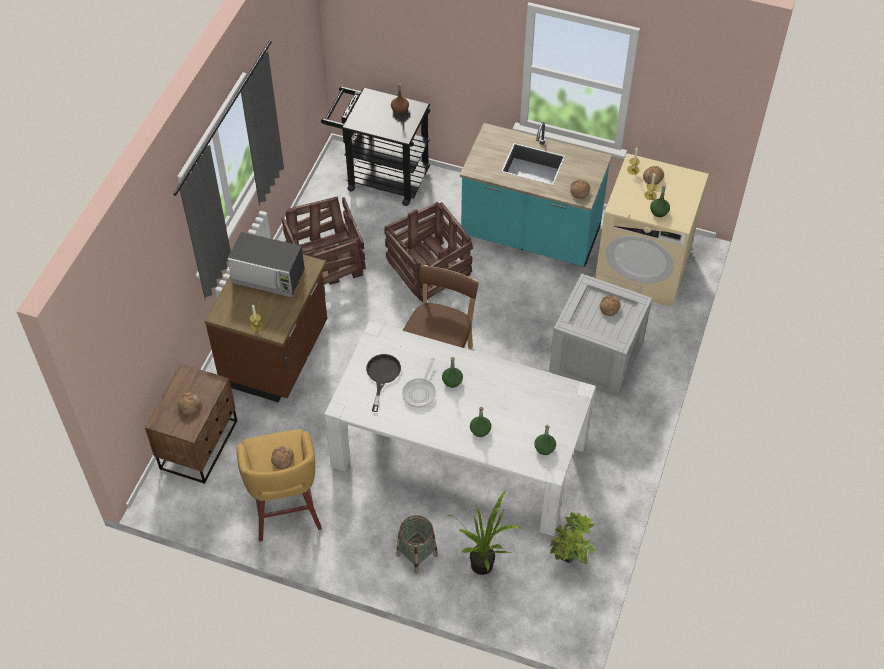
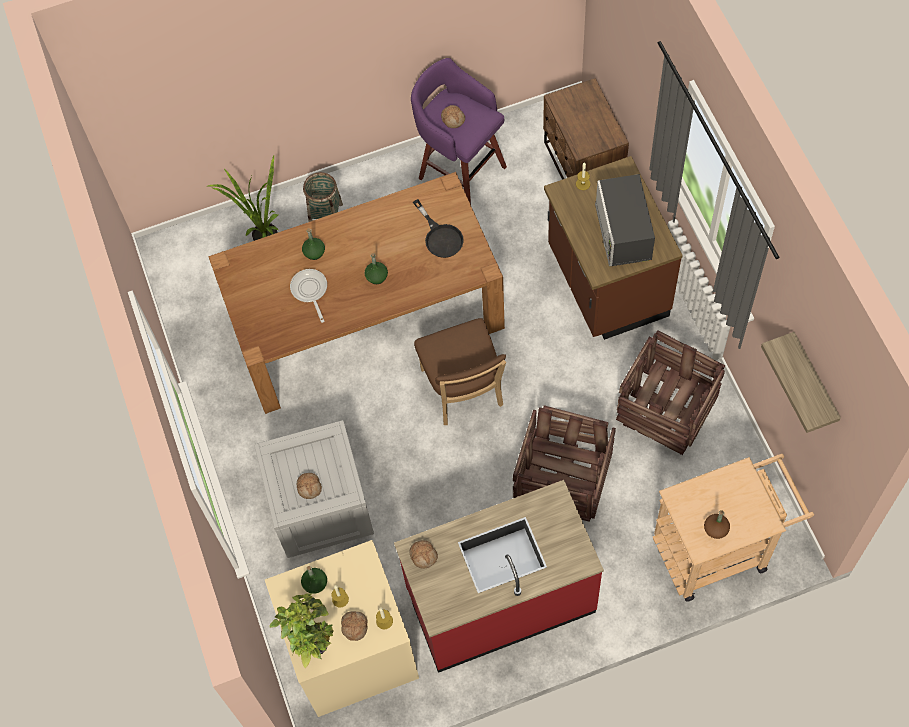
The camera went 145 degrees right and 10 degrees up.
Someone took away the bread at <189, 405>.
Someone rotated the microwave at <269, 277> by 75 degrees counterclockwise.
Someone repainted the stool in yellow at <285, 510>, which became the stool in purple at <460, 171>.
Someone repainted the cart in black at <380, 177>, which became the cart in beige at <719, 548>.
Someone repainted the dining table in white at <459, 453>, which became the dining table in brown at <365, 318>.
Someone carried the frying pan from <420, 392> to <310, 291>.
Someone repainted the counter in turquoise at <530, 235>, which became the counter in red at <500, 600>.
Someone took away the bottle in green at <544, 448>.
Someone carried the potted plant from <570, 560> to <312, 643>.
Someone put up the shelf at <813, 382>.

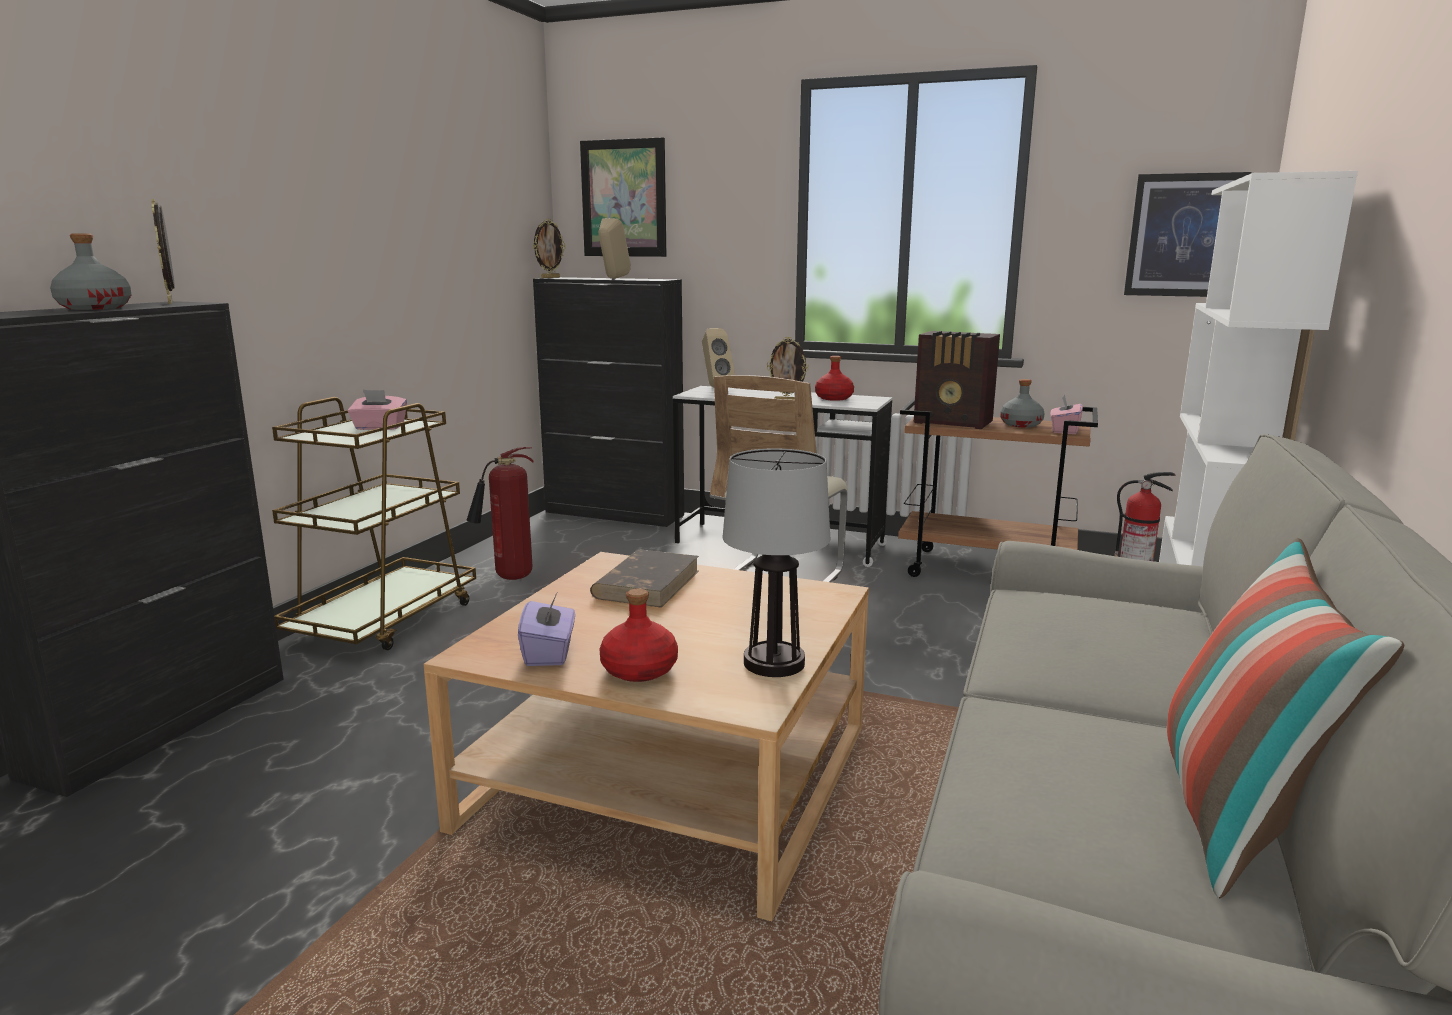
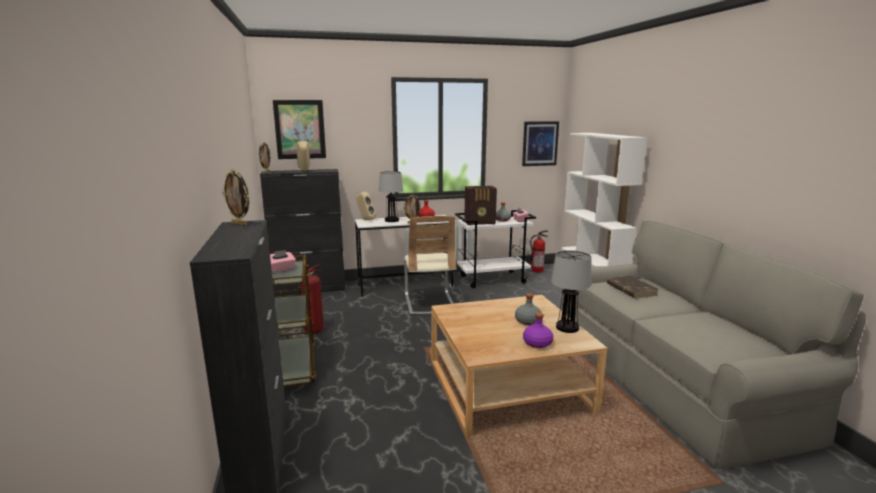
The camera went 35 degrees left and 0 degrees up.
Someone carried the bottle in grey from <94, 308> to <527, 321>.
Someone took away the tissue box in purple at <549, 653>.
Someone carried the book in brown from <647, 583> to <631, 289>.
Someone repainted the bottle in red at <639, 669>, which became the bottle in purple at <537, 343>.
Someone repainted the cart in brown at <987, 571>, which became the cart in white at <493, 279>.
Someone took away the pillow at <1239, 817>.
Someone put down the table lamp at <391, 220>.

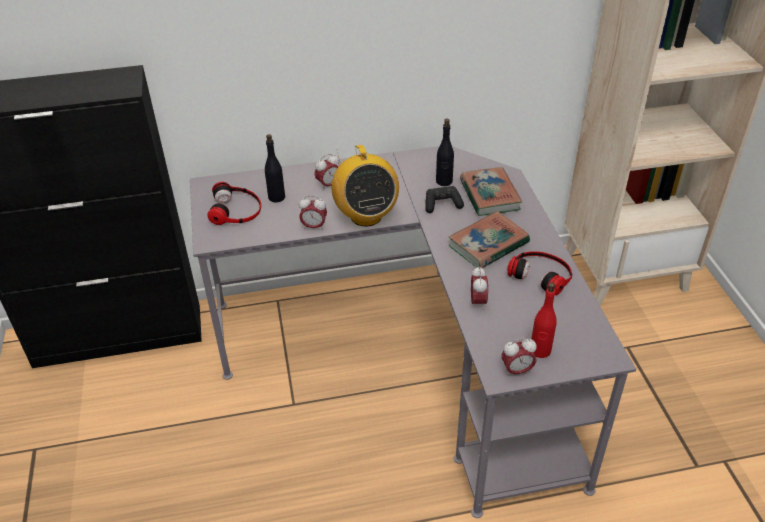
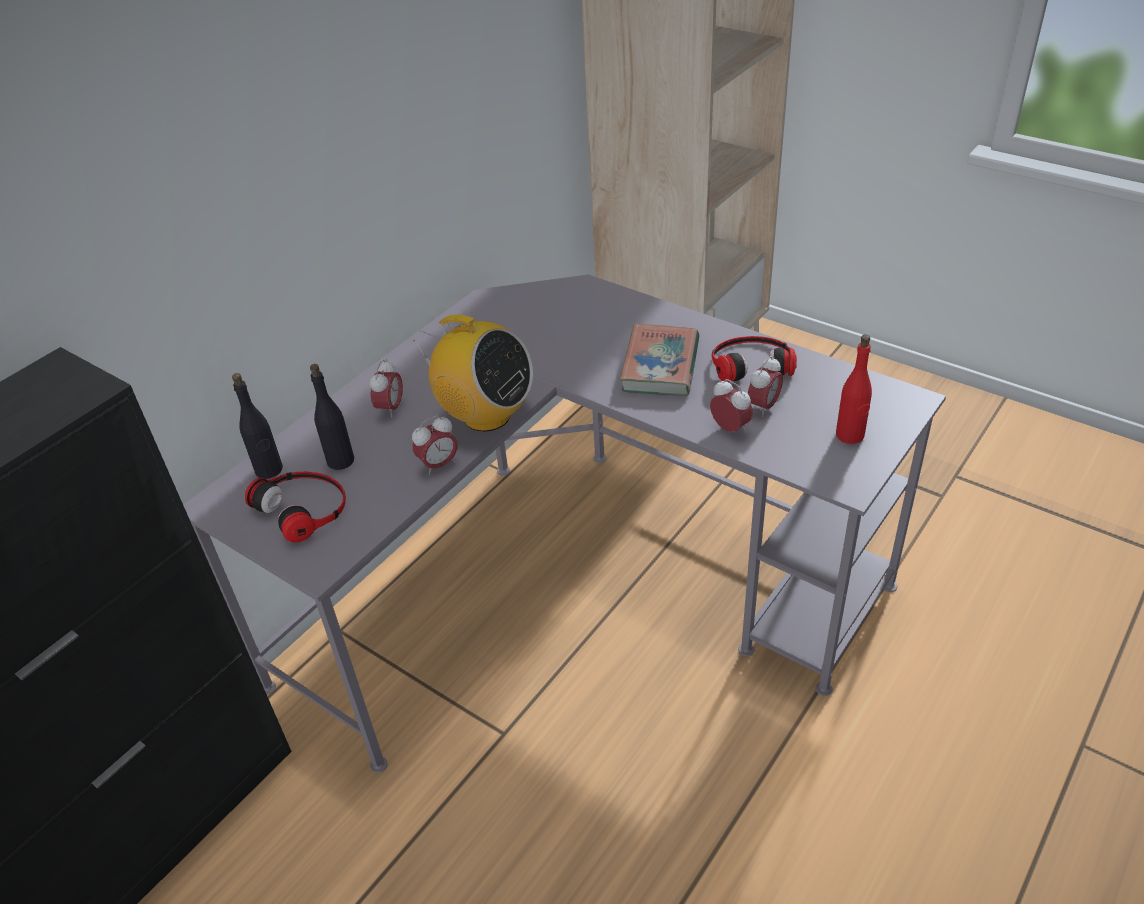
The camera went 40 degrees left and 0 degrees up.
Someone took away the game controller in black at <442, 205>.
Someone carried the bottle in black from <444, 181> to <269, 470>.
Someone took away the book at <489, 195>.
Someone carried the alarm clock from <517, 371> to <763, 407>.

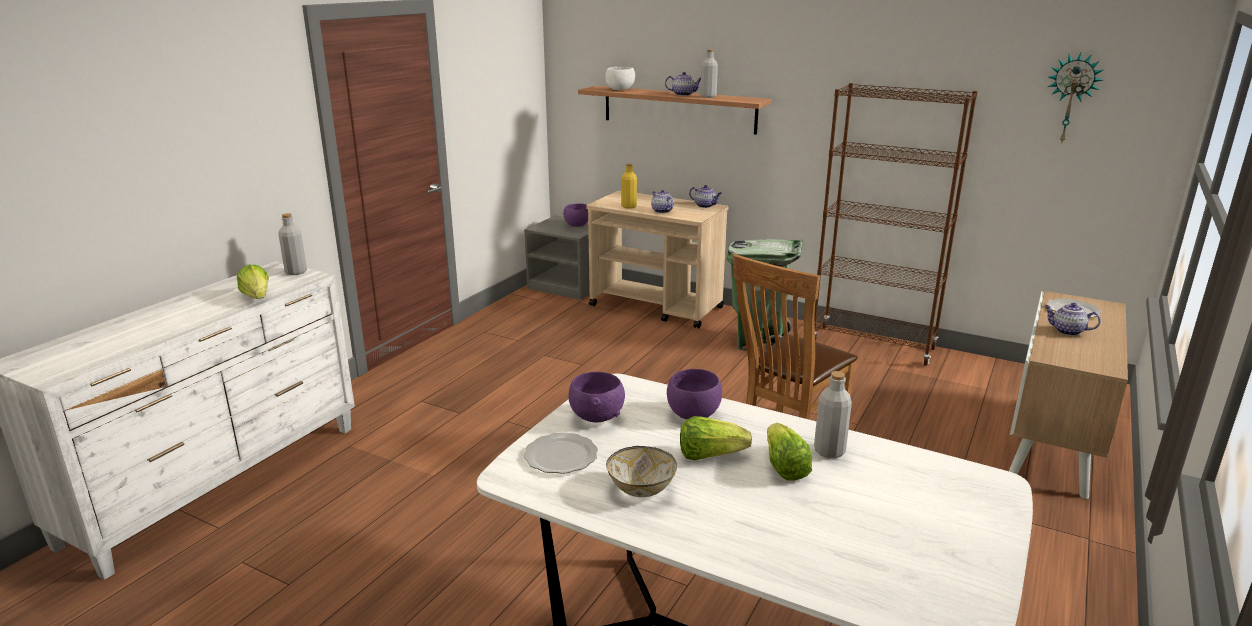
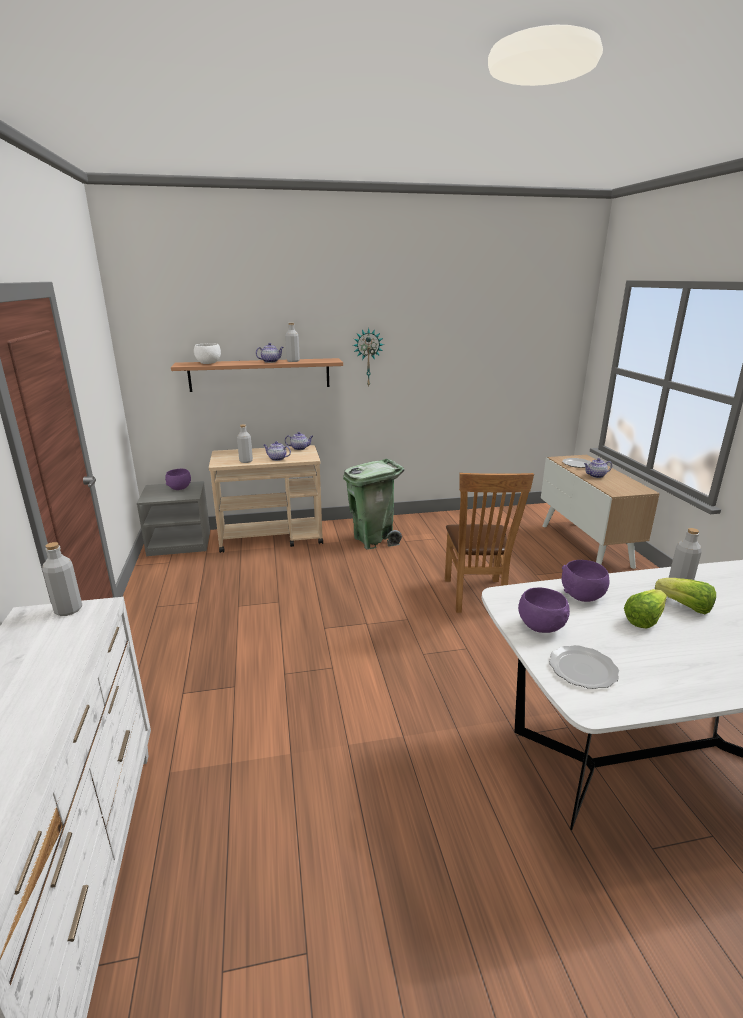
The camera went 40 degrees left and 0 degrees up.
Someone took away the lettuce at <257, 297>.
Someone took away the bowl at <641, 488>.
Someone repainted the bottle in yellow at <629, 206>, which became the bottle in grey at <246, 461>.
Someone took away the bookcase in brown at <873, 345>.
Someone carried the wall clock from <1071, 98> to <368, 357>.

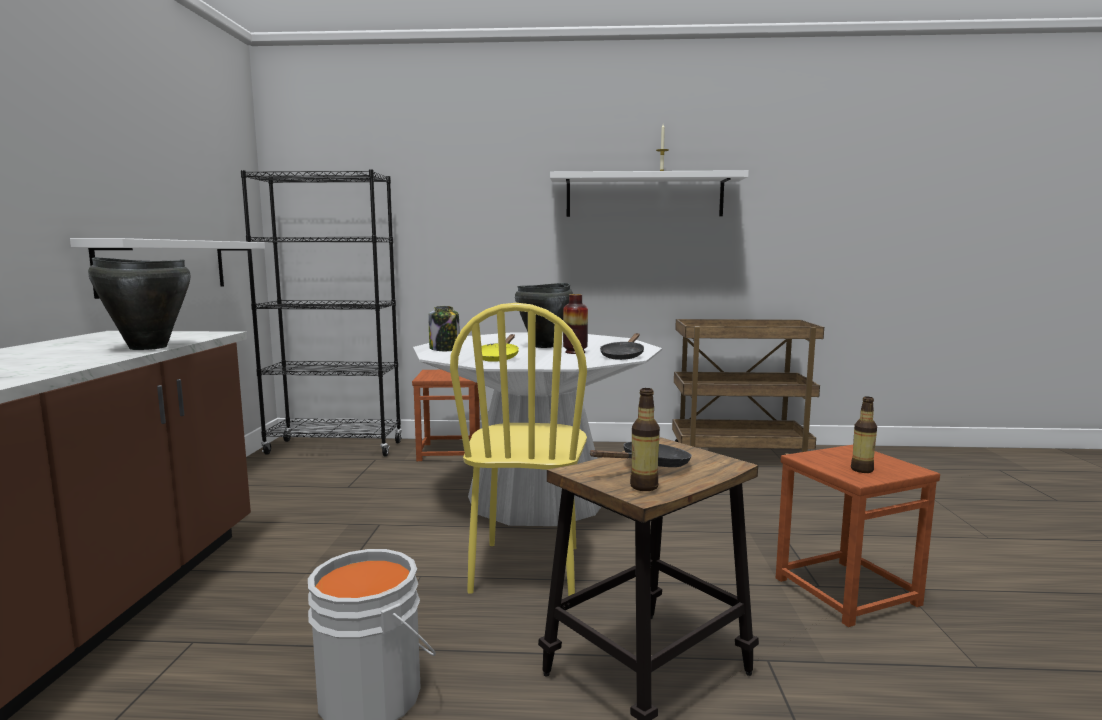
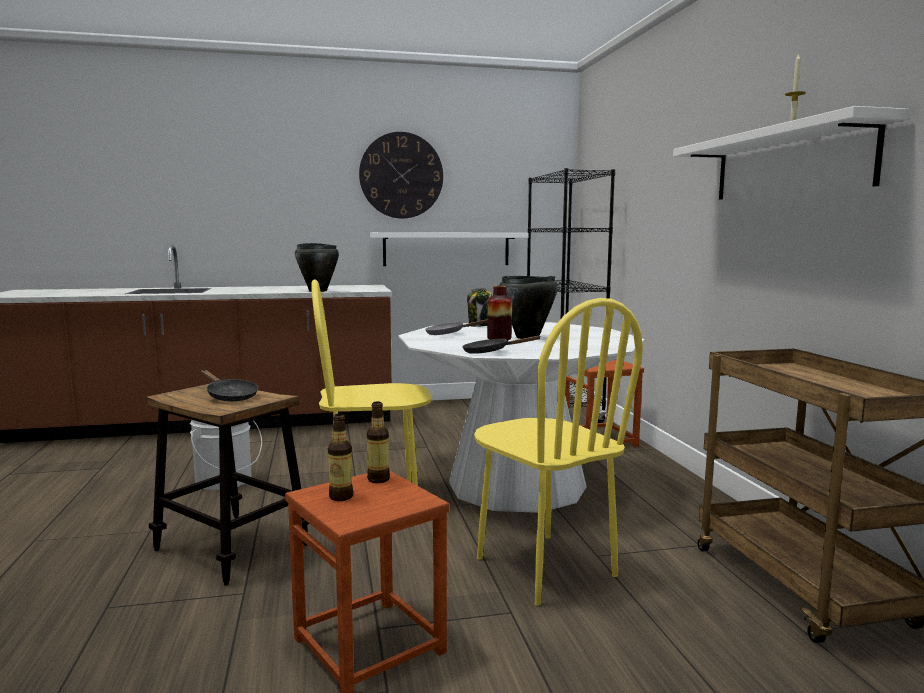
The camera went 75 degrees right and 0 degrees up.
Someone repainted the frying pan in yellow at <498, 358>, which became the frying pan in grey at <449, 334>.
Someone carried the bottle from <644, 486> to <378, 479>.
Someone put up the wall clock at <401, 175>.
Someone put down the chair in yellow at <544, 567>.

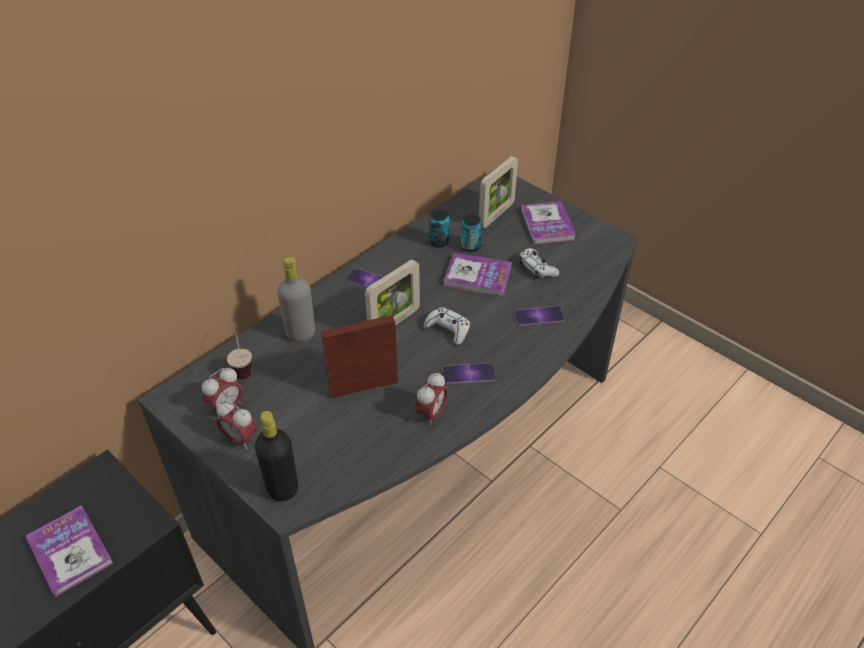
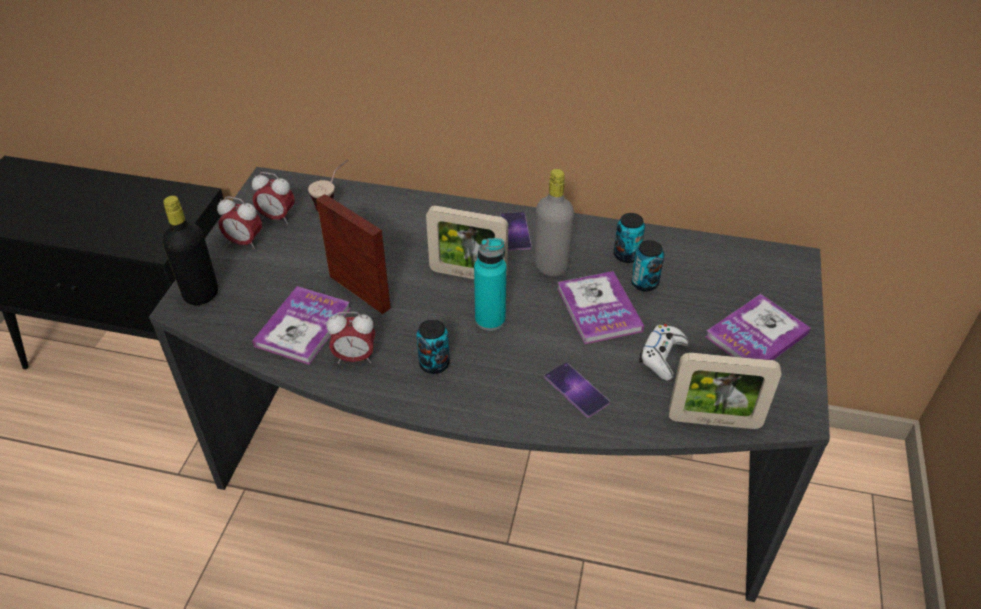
The camera went 60 degrees right and 0 degrees up.
Someone carried the book from <70, 551> to <303, 326>.
Someone rotated the alarm clock at <240, 439> by 75 degrees counterclockwise.
Someone carried the bottle in grey from <300, 333> to <551, 266>.
Someone swapped the game controller in white at <448, 329> for the bottle in turquoise at <490, 320>.
Someone swapped the phone at <468, 373> for the can at <434, 364>.
Someone carried the picture frame from <496, 215> to <714, 421>.

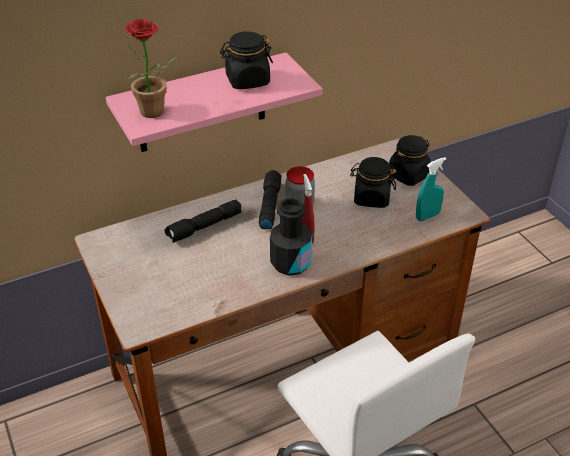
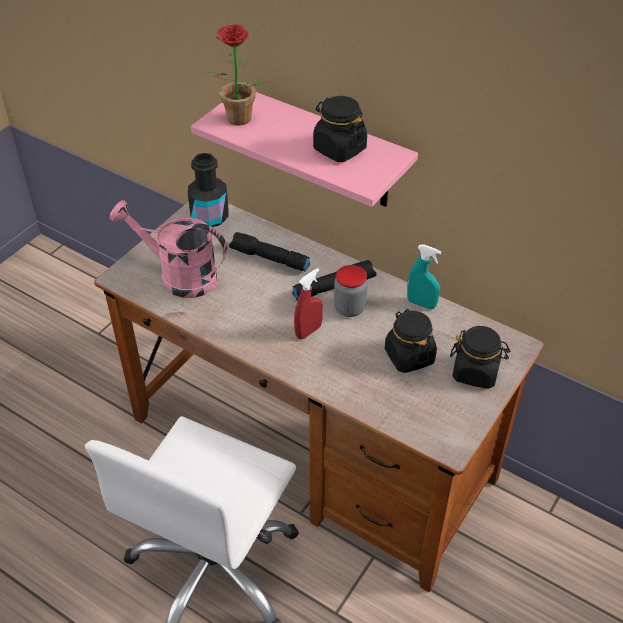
The camera went 60 degrees right and 5 degrees up.
Someone carried the bottle in black from <290, 263> to <210, 217>.
Someone carried the spray bottle in turquoise from <427, 216> to <421, 303>.
Someone put down the watering can in pink at <179, 276>.

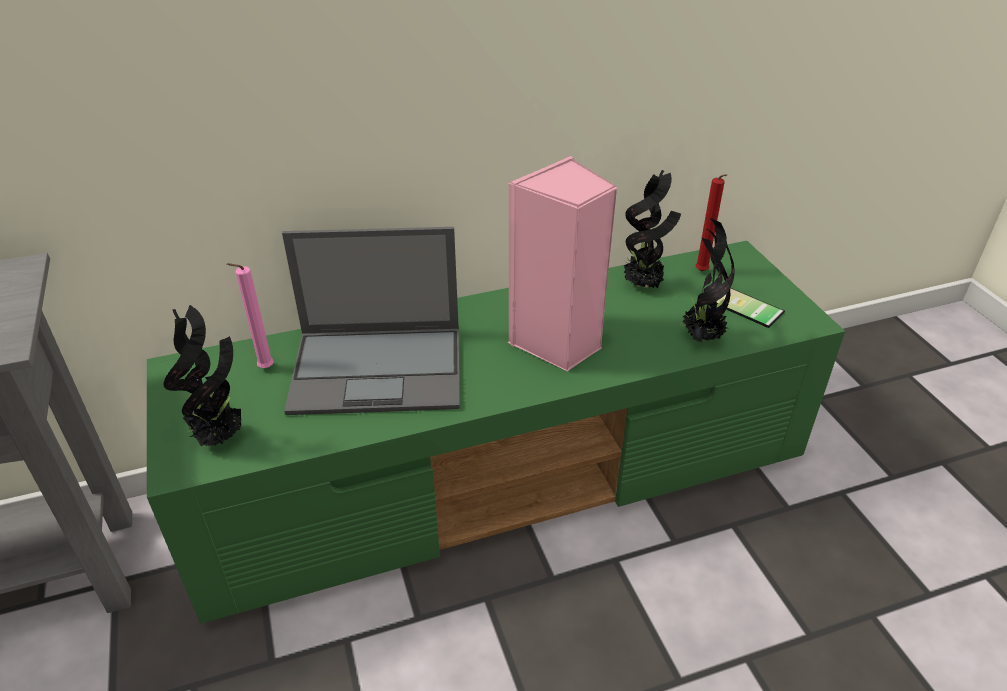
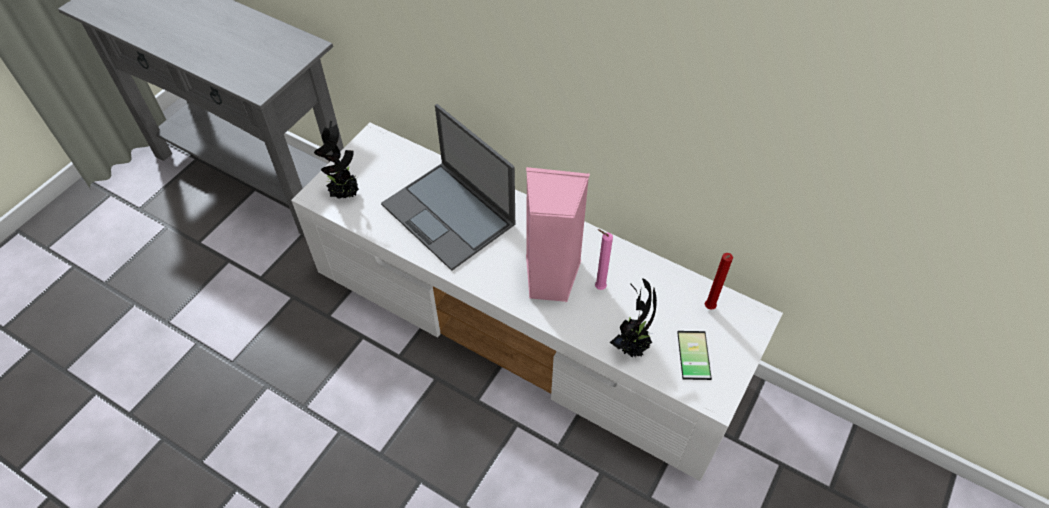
The camera went 50 degrees right and 15 degrees up.
Someone repainted the tv stand in green at <506, 475>, which became the tv stand in white at <527, 327>.
Someone carried the candle in pink from <264, 369> to <598, 287>.
Someone took away the potted plant at <643, 285>.

